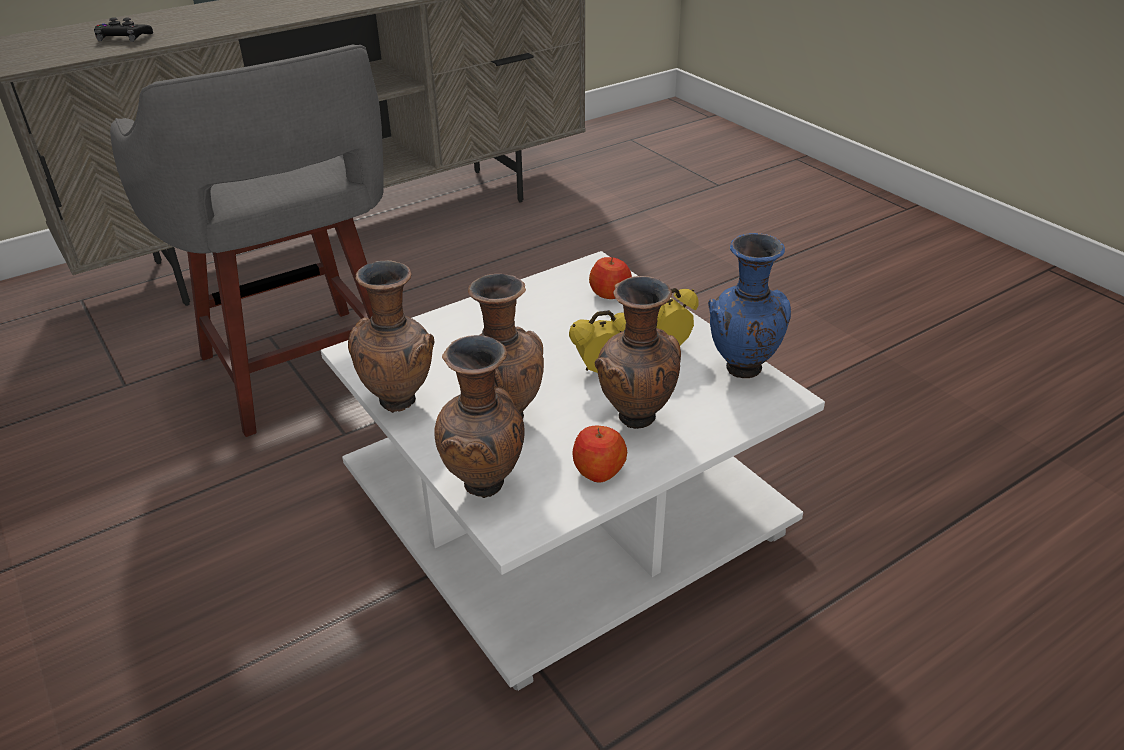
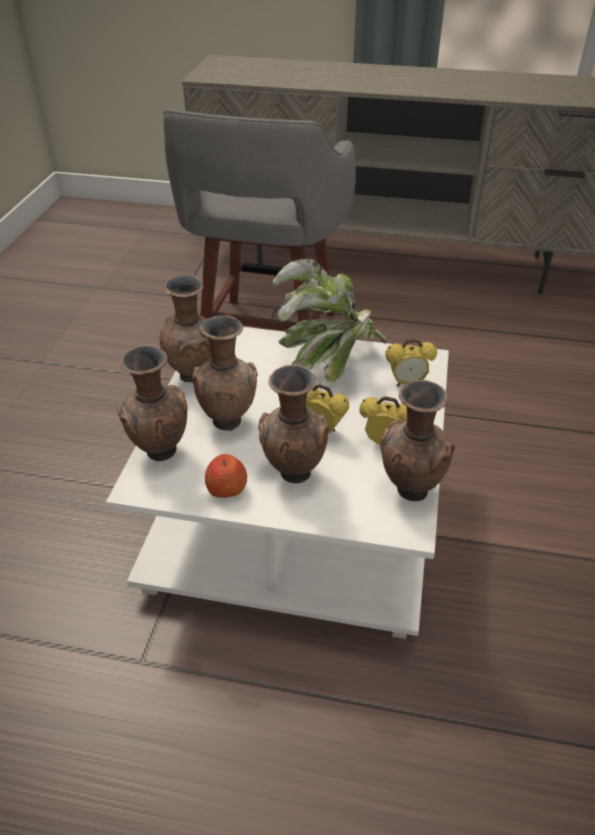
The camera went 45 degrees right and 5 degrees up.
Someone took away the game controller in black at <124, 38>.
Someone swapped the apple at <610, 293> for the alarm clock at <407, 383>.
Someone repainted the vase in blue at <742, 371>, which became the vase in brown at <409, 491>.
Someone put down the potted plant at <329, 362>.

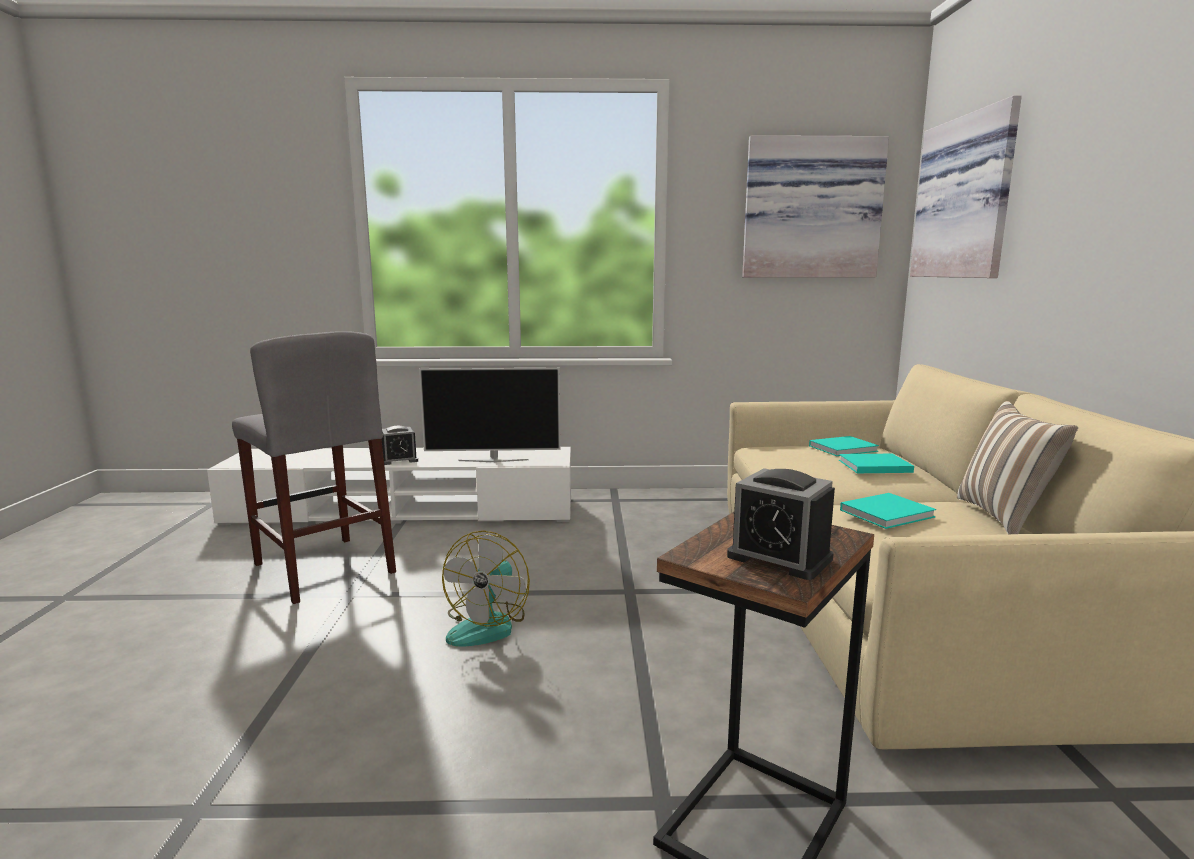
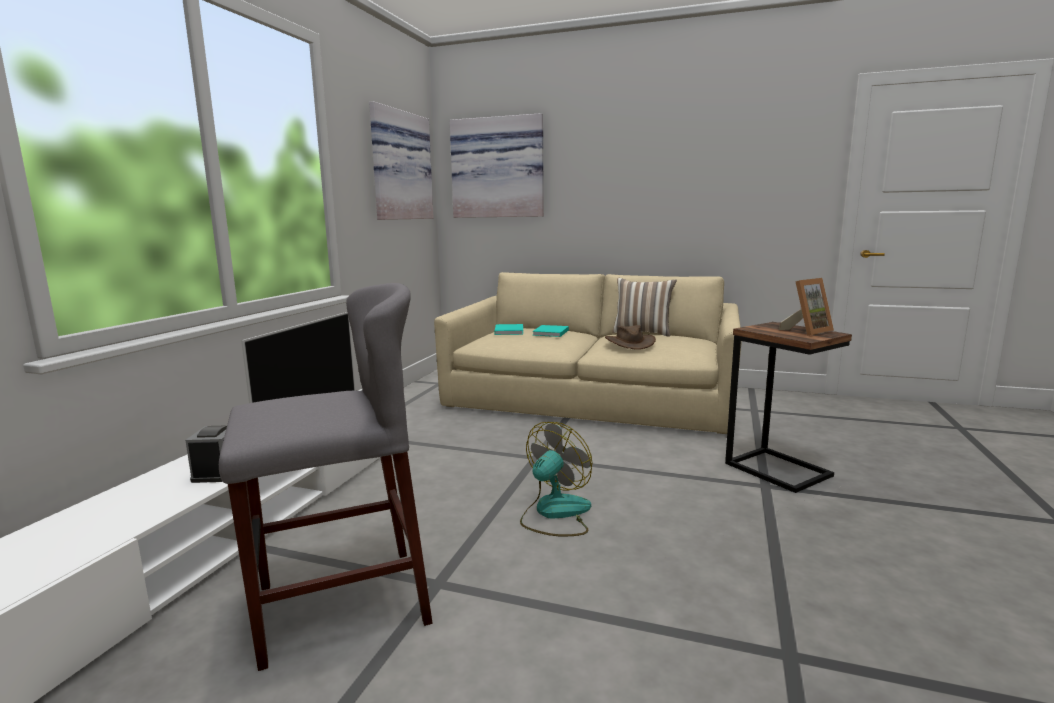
The camera went 70 degrees left and 0 degrees up.
Someone rotated the fan at <488, 625> by 90 degrees counterclockwise.
Someone swapped the alarm clock at <779, 557> for the picture frame at <807, 331>.
Someone swapped the book in turquoise at <888, 513> for the hat in brown at <629, 343>.

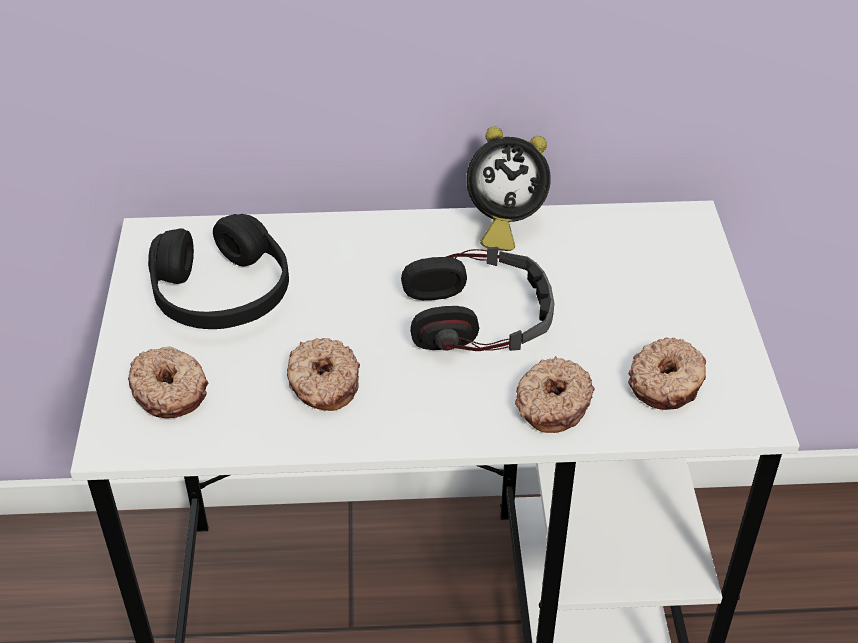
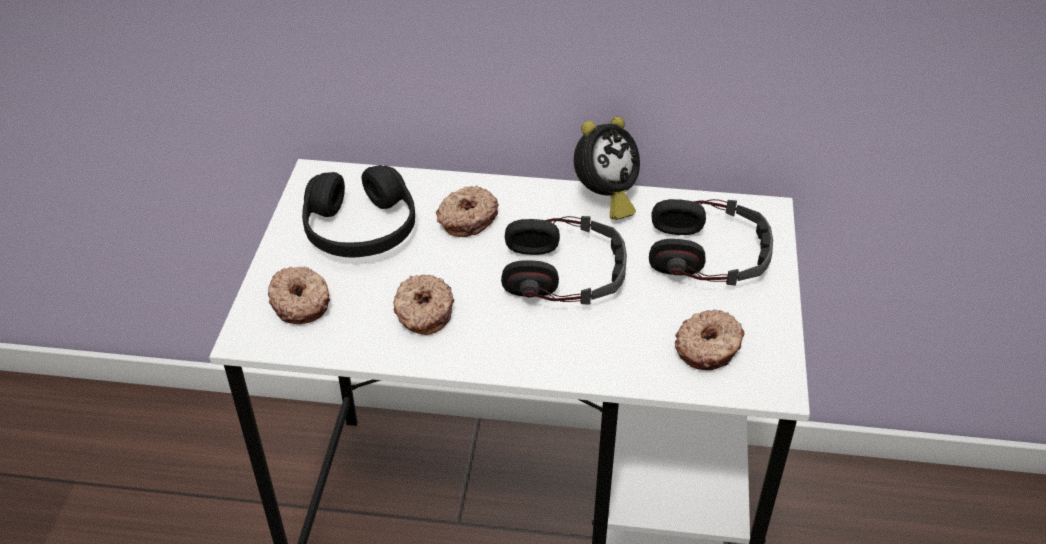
The camera went 10 degrees right and 0 degrees up.
Someone rotated the alarm clock at <502, 224> by 45 degrees counterclockwise.
Someone carried the donut from <551, 404> to <466, 219>.
Someone put down the headphones at <708, 254>.

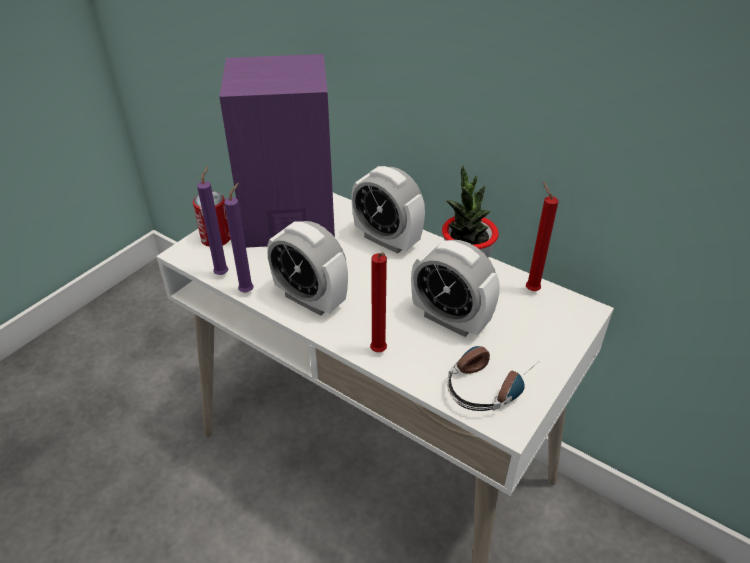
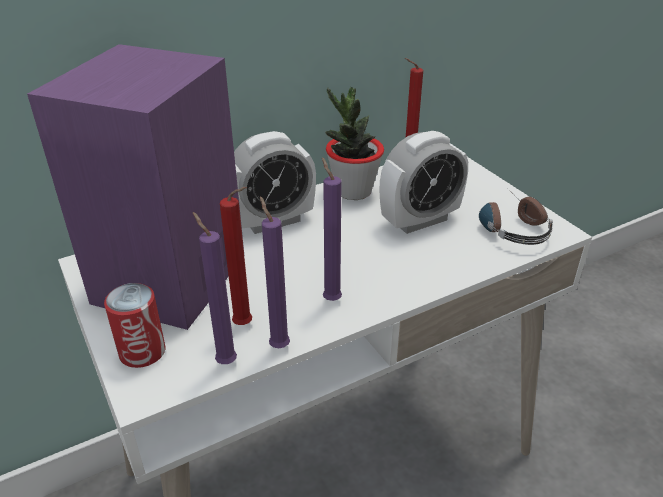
The camera went 65 degrees left and 5 degrees down.
Someone swapped the alarm clock at <310, 299> for the candle in purple at <330, 298>.
Someone carried the candle in red from <379, 353> to <246, 325>.

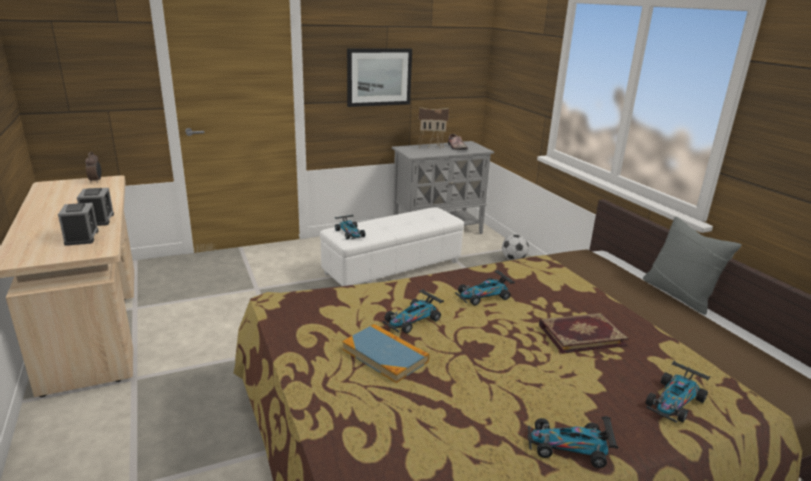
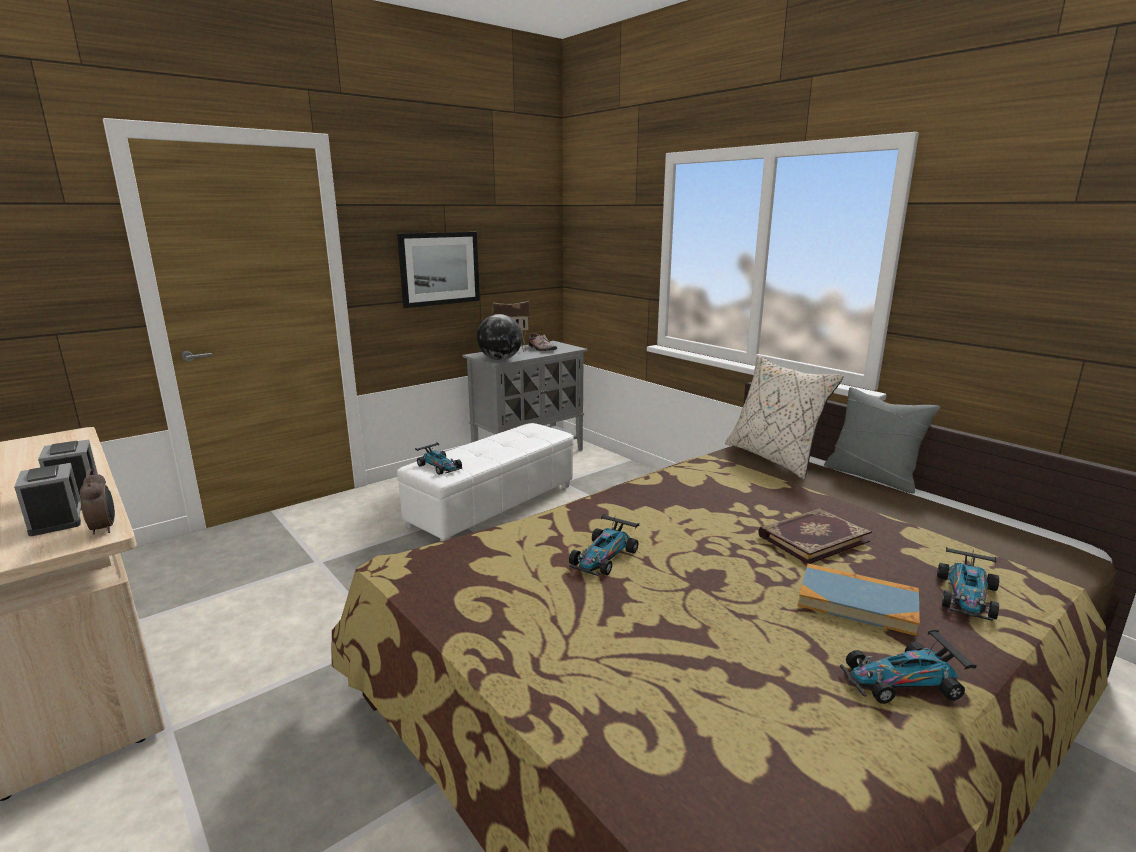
The camera went 15 degrees left and 5 degrees down.
Someone carried the alarm clock from <96, 181> to <104, 528>.
Someone carried the book from <385, 355> to <857, 602>.
Someone took away the toy car at <483, 295>.
Someone took away the football at <513, 259>.
Someone put down the globe at <500, 359>.
Someone put down the pillow in beige at <774, 458>.

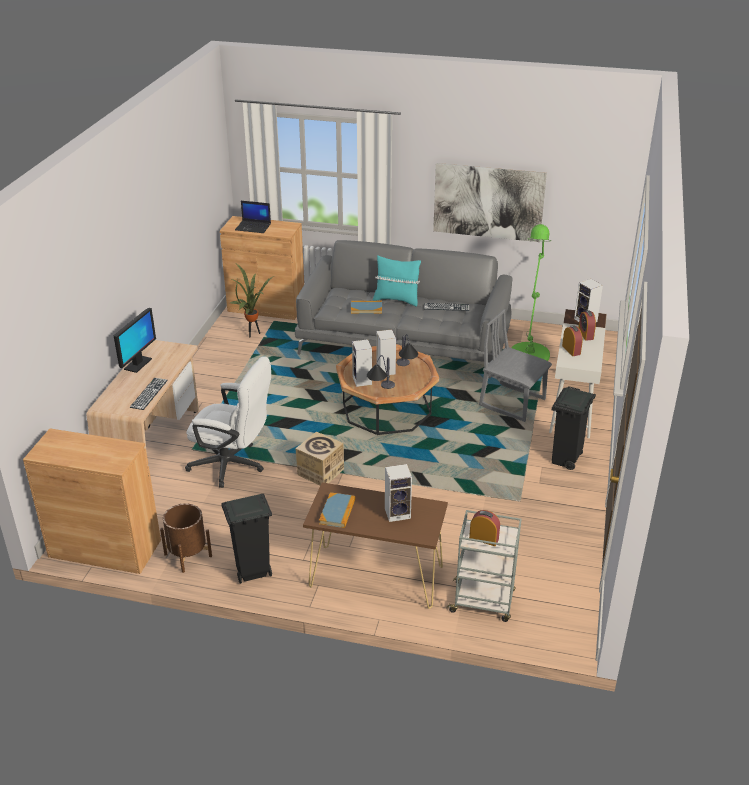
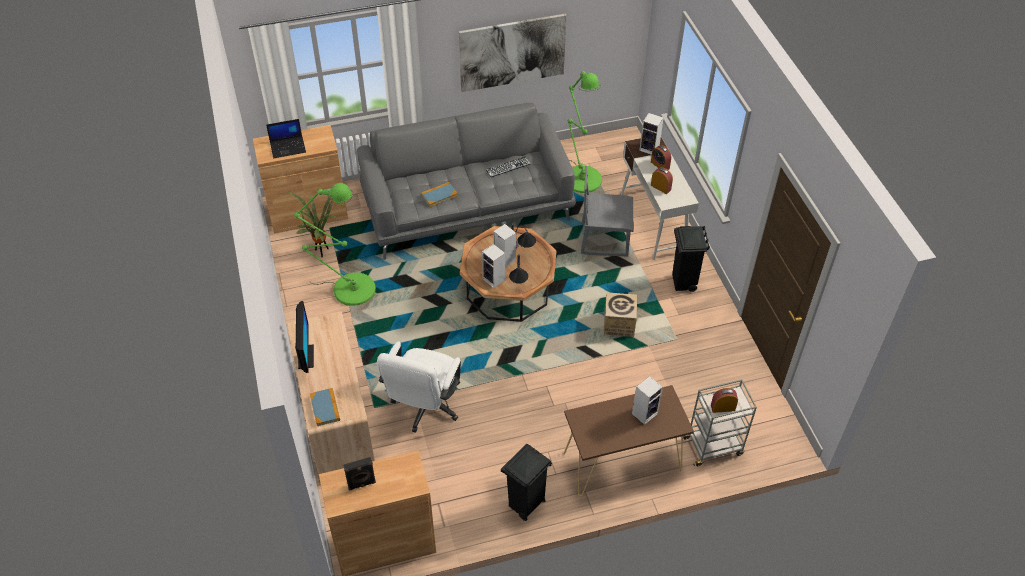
The camera went 30 degrees left and 15 degrees up.
Someone took away the keyboard at <149, 393>.
Someone took away the planter in brown at <188, 555>.
Someone rotated the office chair in white at <233, 465> by 120 degrees clockwise.
Someone carried the cardboard box from <320, 472> to <618, 324>.
Someone carried the book from <337, 512> to <325, 408>.
Someone took away the pillow in turquoise at <396, 300>.
Someone put down the floor lamp in green at <349, 288>.
Someone put down the speaker in black at <361, 484>.

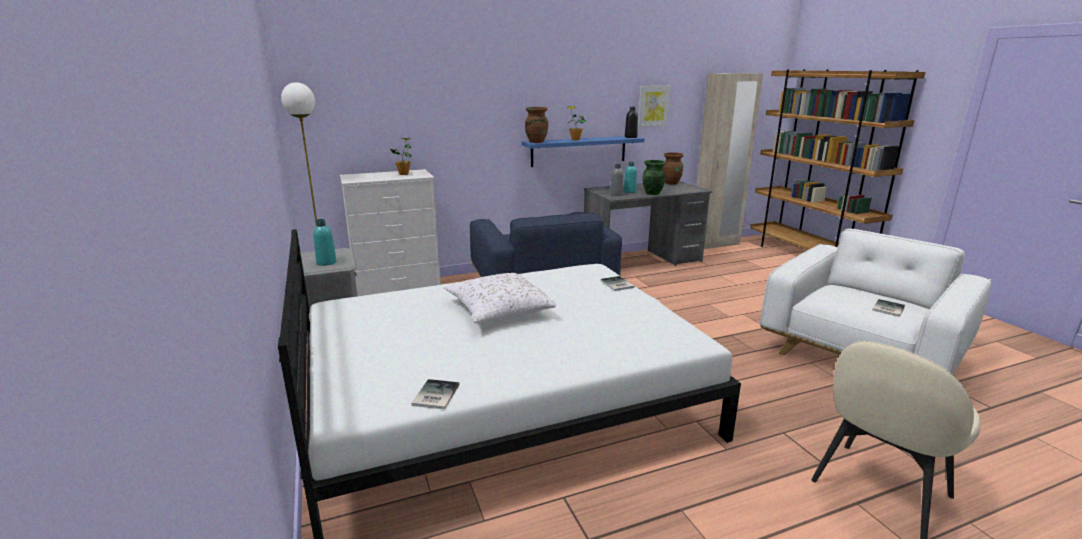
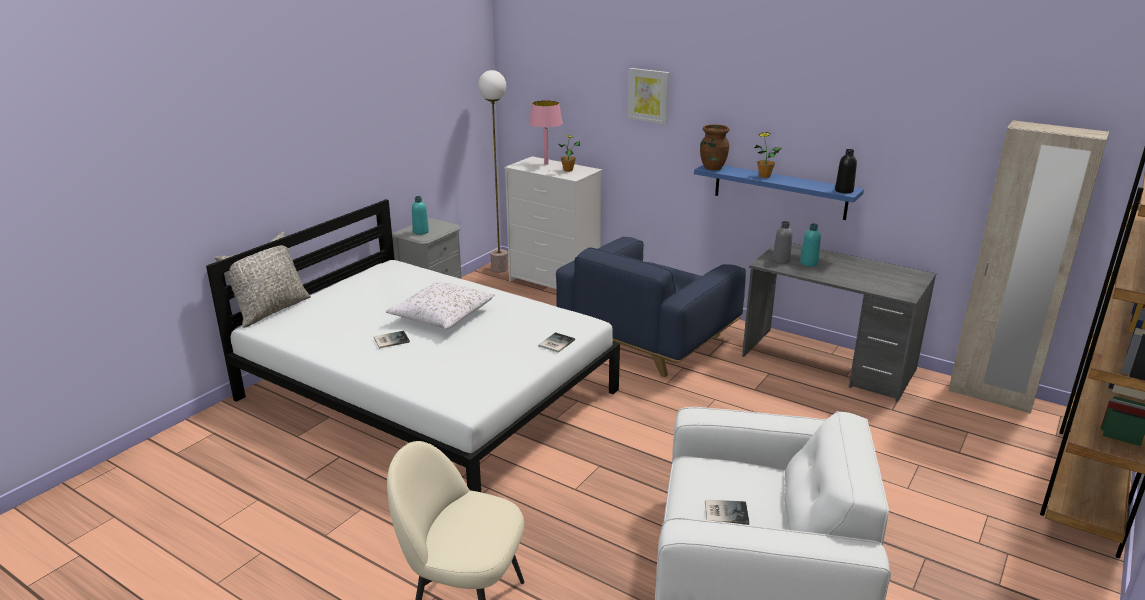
The camera went 55 degrees right and 5 degrees up.
Someone carried the book from <434, 395> to <390, 340>.
Someone carried the picture from <653, 106> to <648, 95>.
Someone took away the vase in green at <652, 193>.
Someone took away the vase in brown at <671, 183>.
Someone put down the pillow in grey at <270, 310>.
Someone put down the table lamp in pink at <546, 164>.

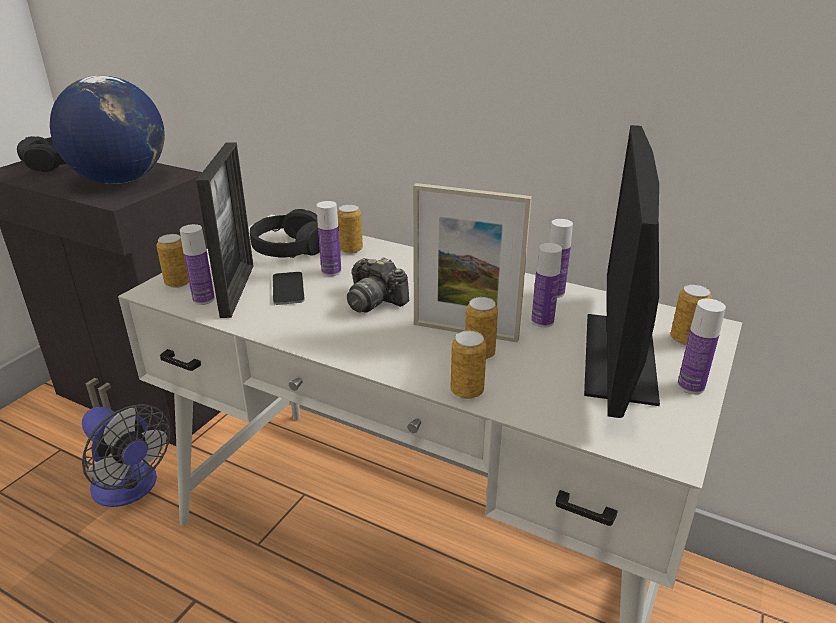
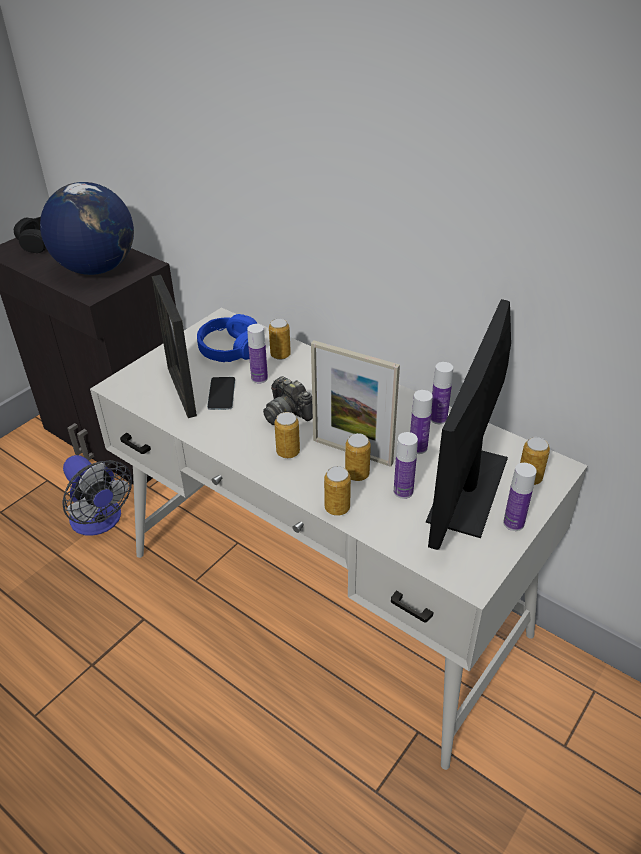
The camera went 10 degrees right and 10 degrees up.
Someone carried the can from <178, 283> to <288, 452>.
Someone carried the bottle from <203, 299> to <403, 491>.
Someone rotated the picture frame at <237, 290> by 150 degrees clockwise.
Someone repainted the headphones in black at <290, 248>, which became the headphones in blue at <230, 348>.

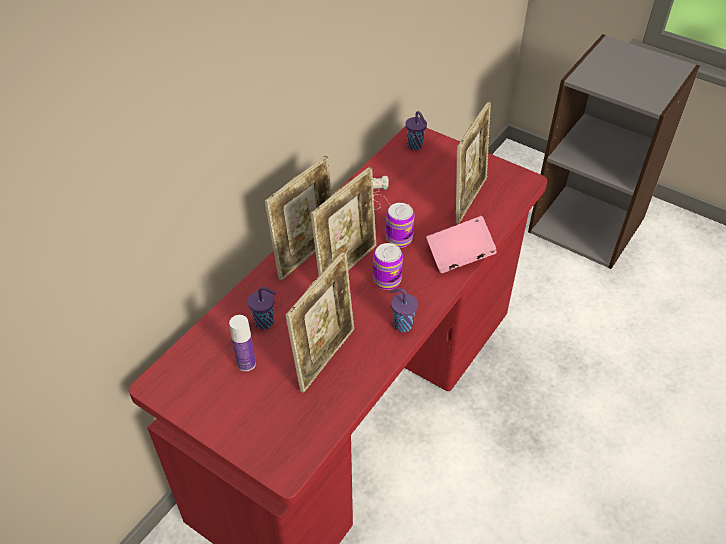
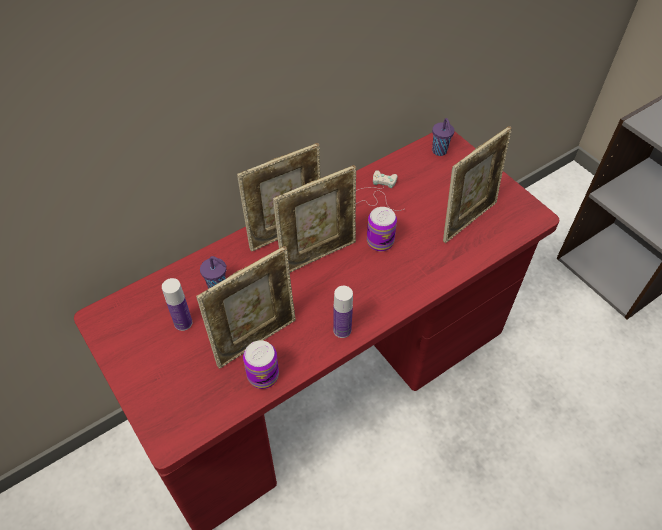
The camera went 20 degrees right and 5 degrees up.
Someone carried the can from <387, 280> to <263, 375>.
Someone swapped the cup in purple at <402, 325> for the bottle at <342, 330>.
Someone took away the book in pink at <459, 256>.

